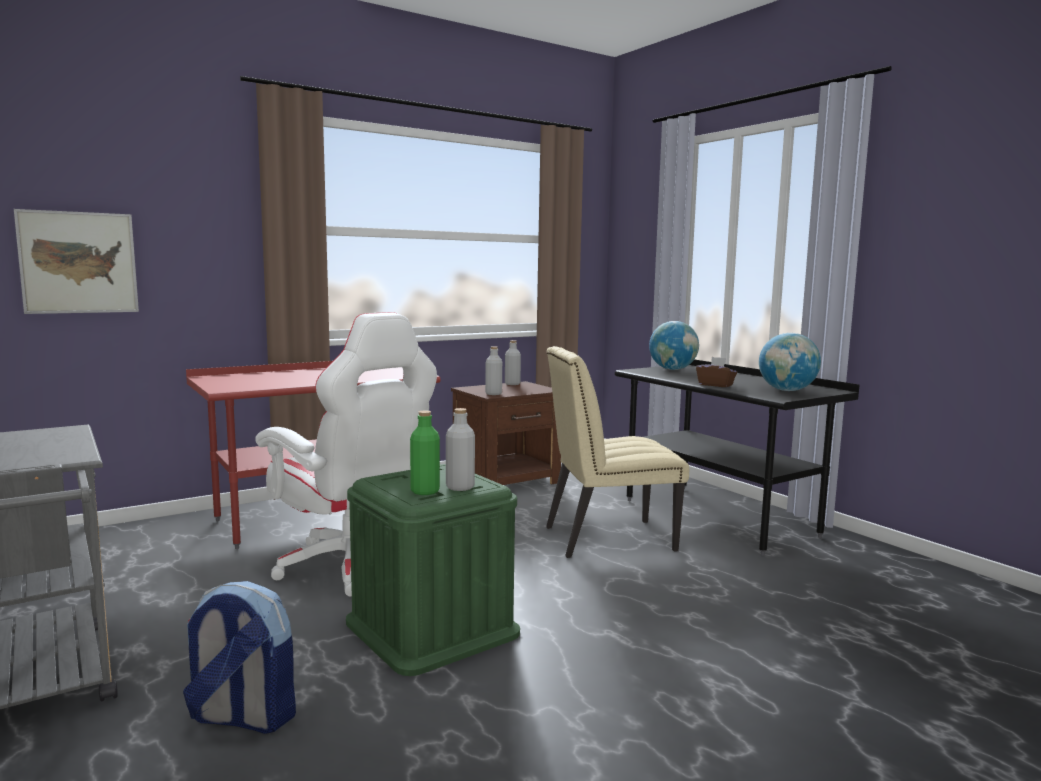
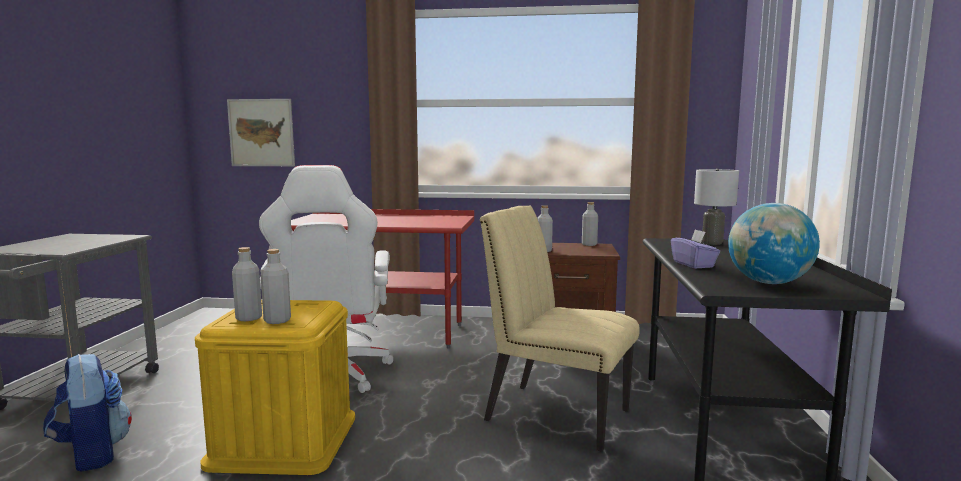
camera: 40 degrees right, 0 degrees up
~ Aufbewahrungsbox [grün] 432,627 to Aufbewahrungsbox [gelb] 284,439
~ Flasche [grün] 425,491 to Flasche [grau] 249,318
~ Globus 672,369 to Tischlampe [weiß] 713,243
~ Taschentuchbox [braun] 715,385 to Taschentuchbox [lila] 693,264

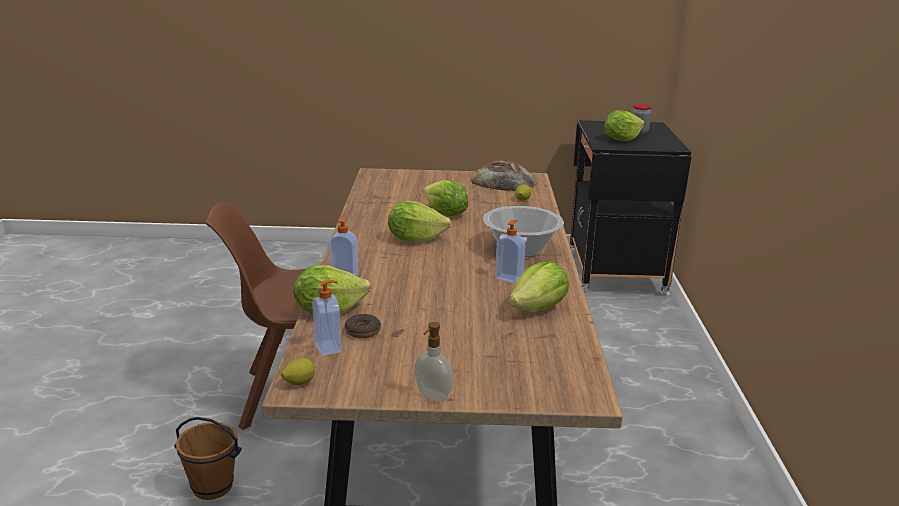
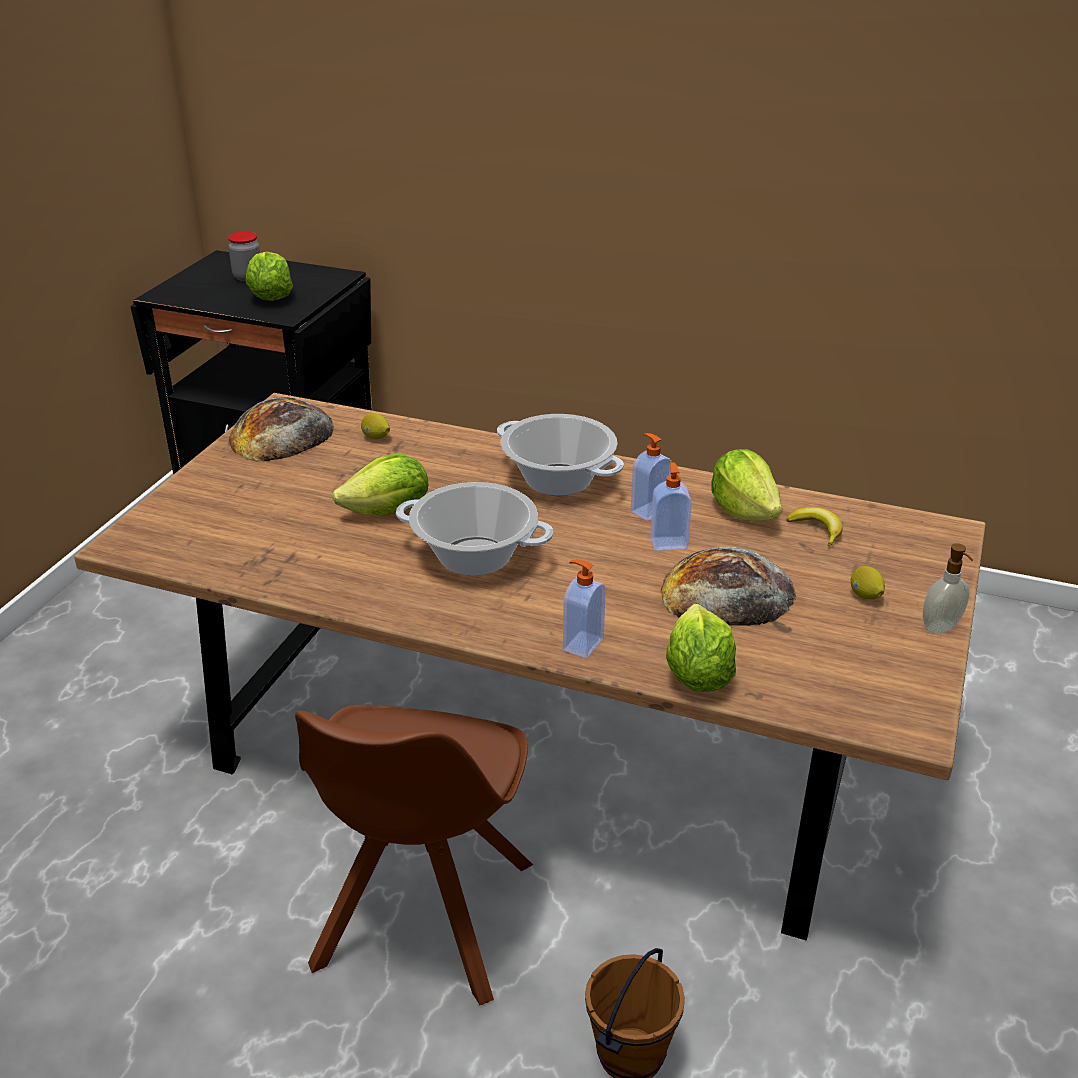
camera: 70 degrees left, 10 degrees up
~ Zitrone 299,383 to 865,596
~ Seifenspender 328,347 to 668,543
- Donut 363,331
~ Salatkopf 415,239 to Kochtopf 474,557
+ Brot 727,592
+ Banane 817,530

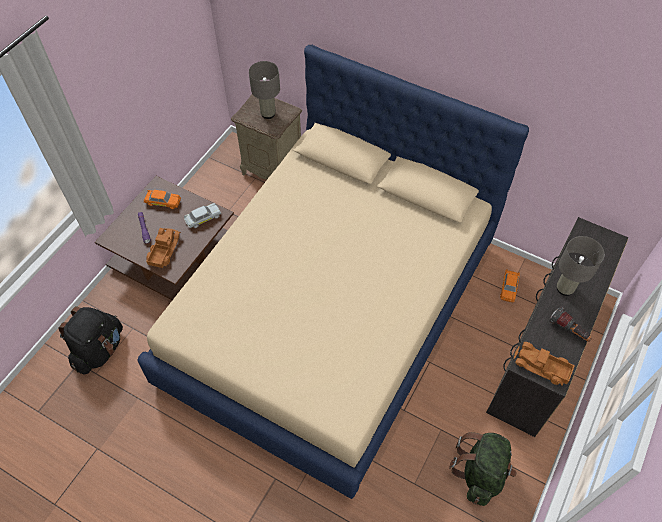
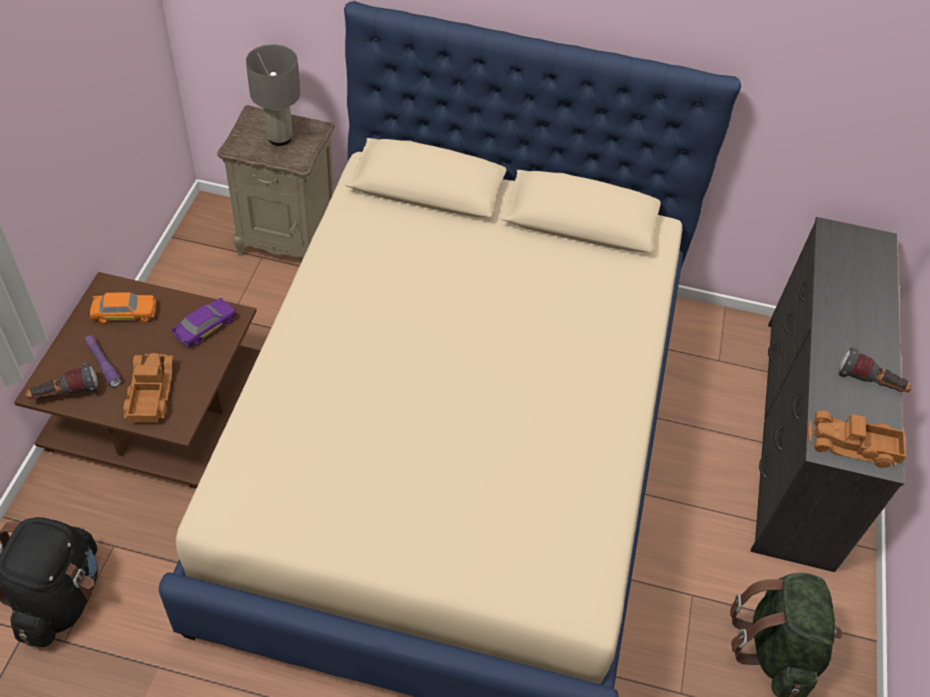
camera: 20 degrees left, 5 degrees down
~ Spielzeugauto [weiß] 203,218 to Spielzeugauto [lila] 205,327
- Spielzeugauto [orange] 509,288
- Tischlampe [grau] 565,289
+ Taschenlampe 65,394

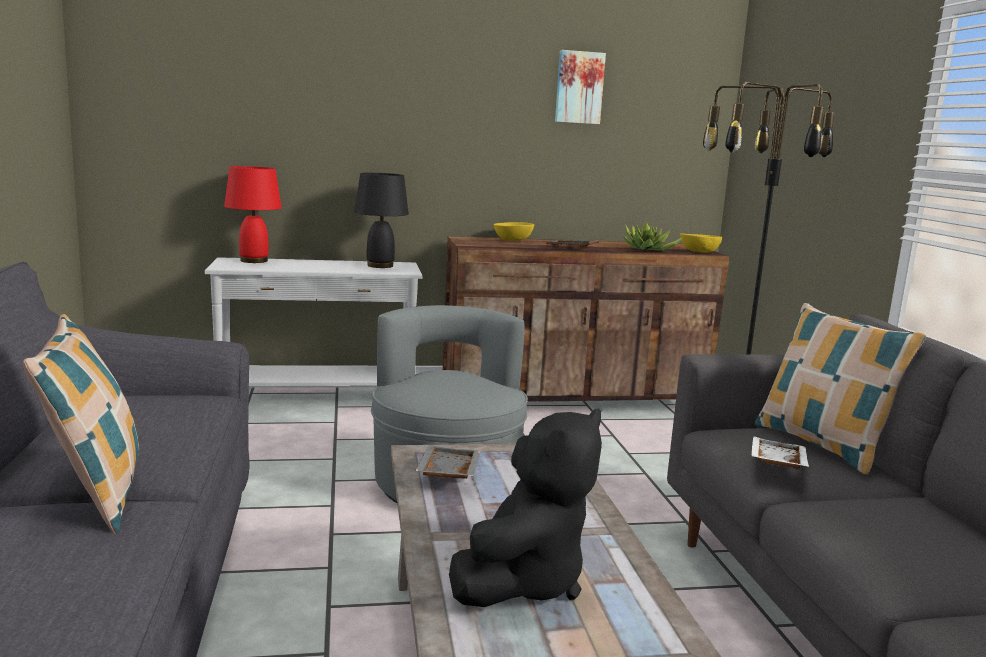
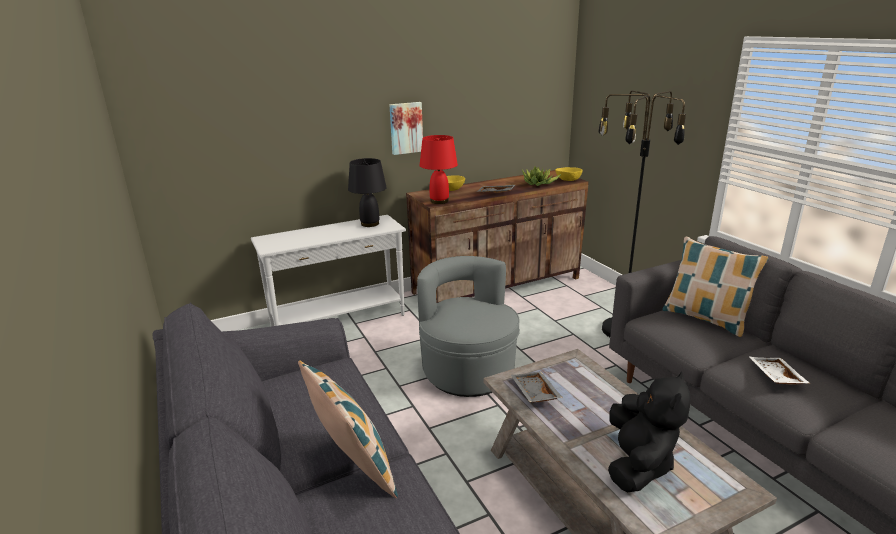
camera: 15 degrees left, 10 degrees up
~ Tischlampe [rot] 254,261 to 439,201
~ Bild 579,87 to 405,128
~ Tablett [weiß] 775,463 to 774,376

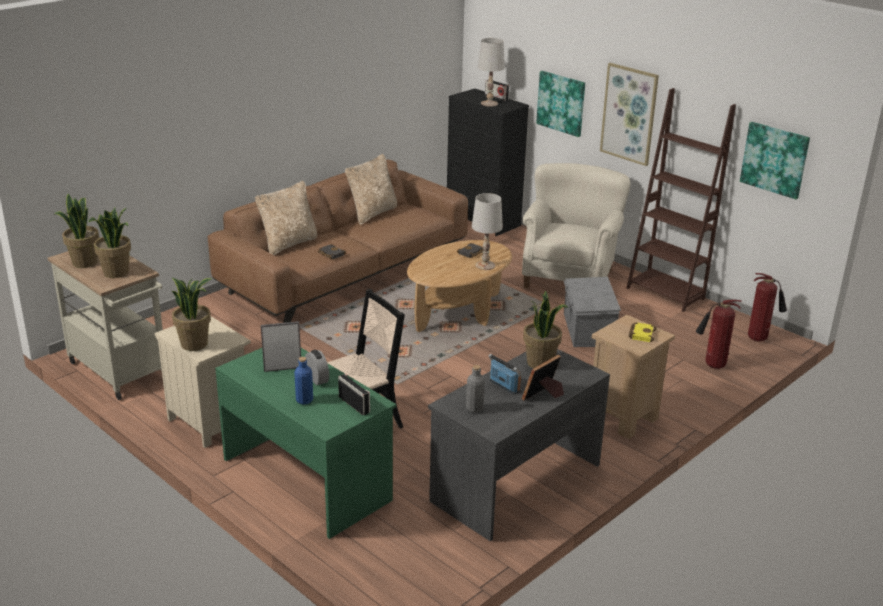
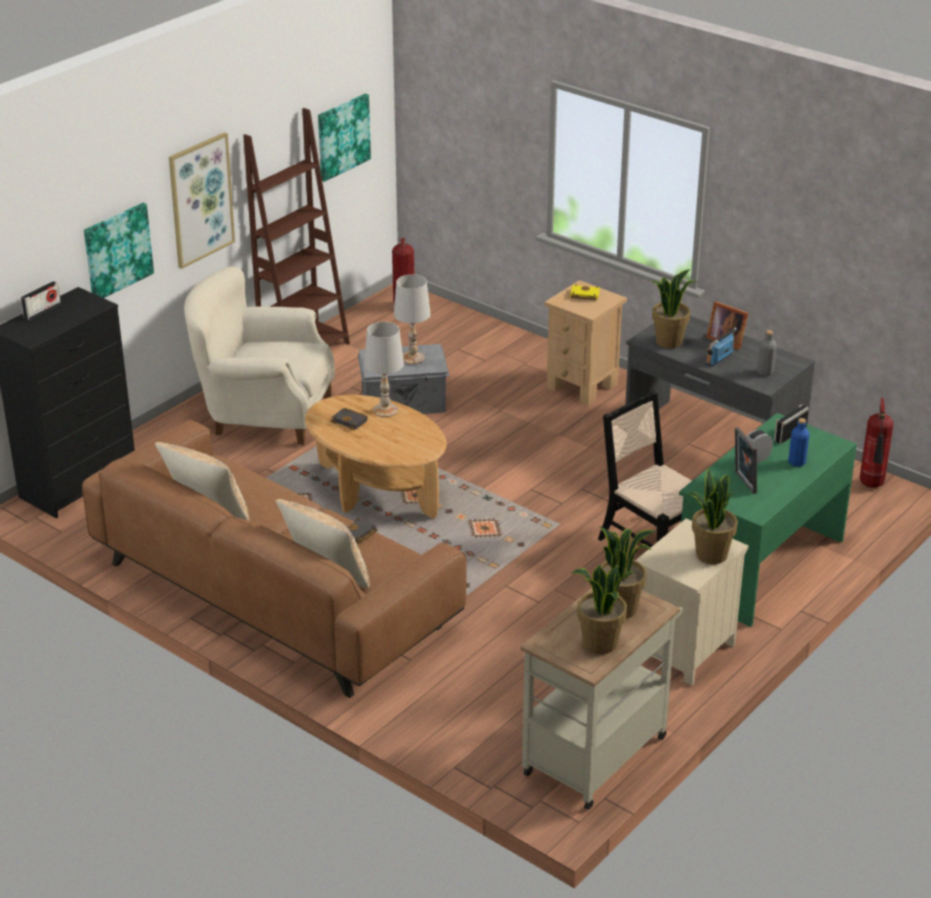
camera: 95 degrees left, 5 degrees up
~ Tischlampe [weiß] 489,103 to 413,358
~ Feuerlöscher 712,365 to 872,486

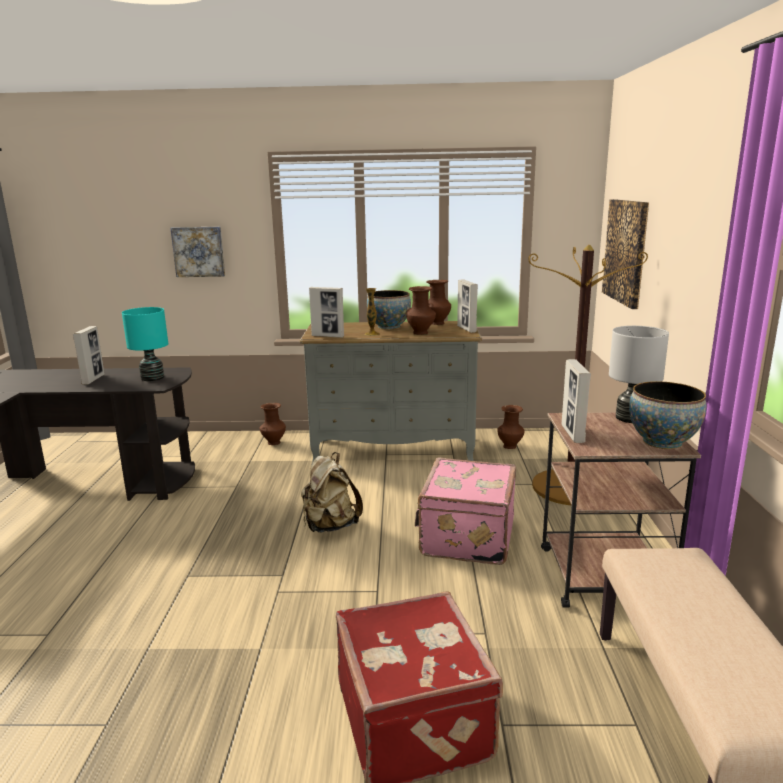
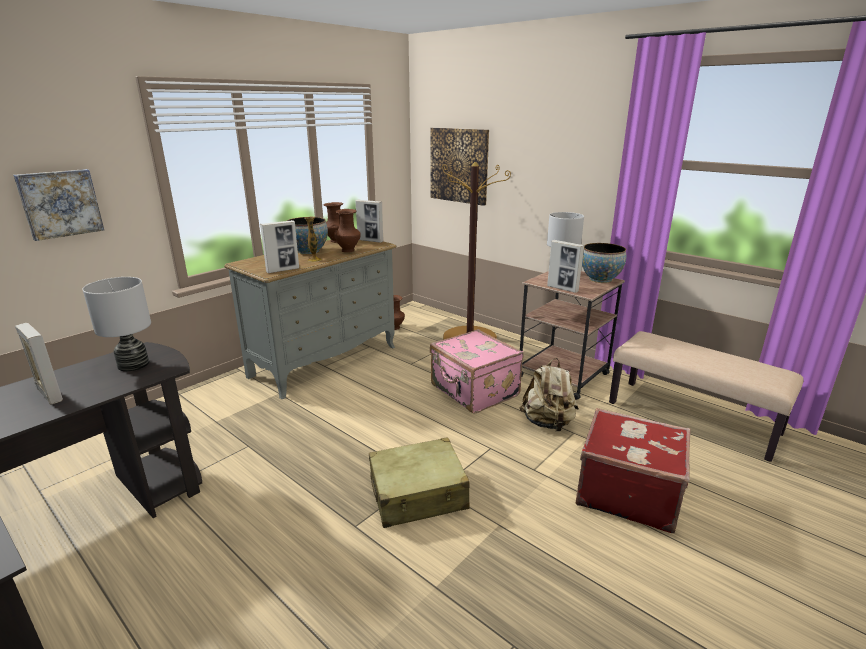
camera: 50 degrees left, 5 degrees up
~ Tischlampe [türkis] 152,378 to Tischlampe [grau] 133,365
- Vase [braun] 273,443
~ Rucksack [beige] 330,526 to 548,423
+ Koffer [beige] 418,494

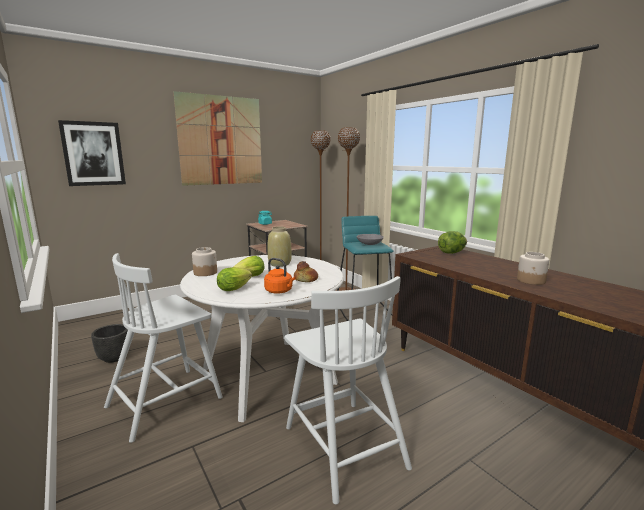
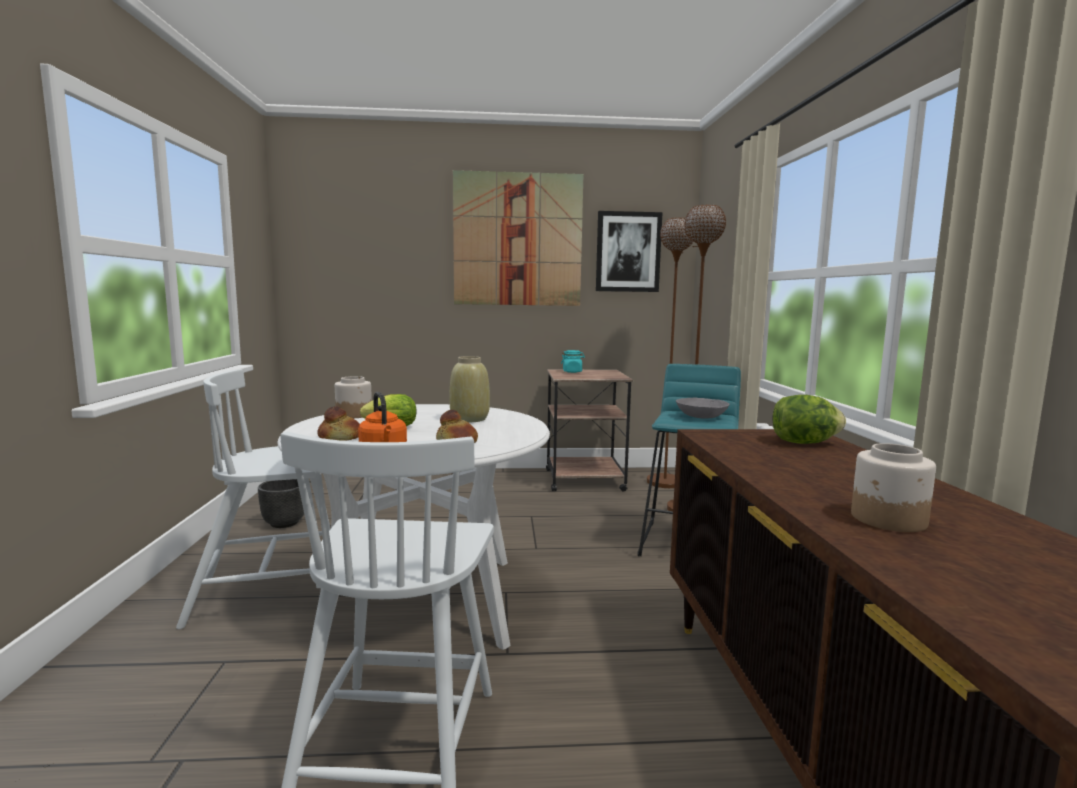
camera: 30 degrees right, 5 degrees down
~ Bild 93,154 to 628,252
~ Salatkopf 236,288 to Brot 341,437

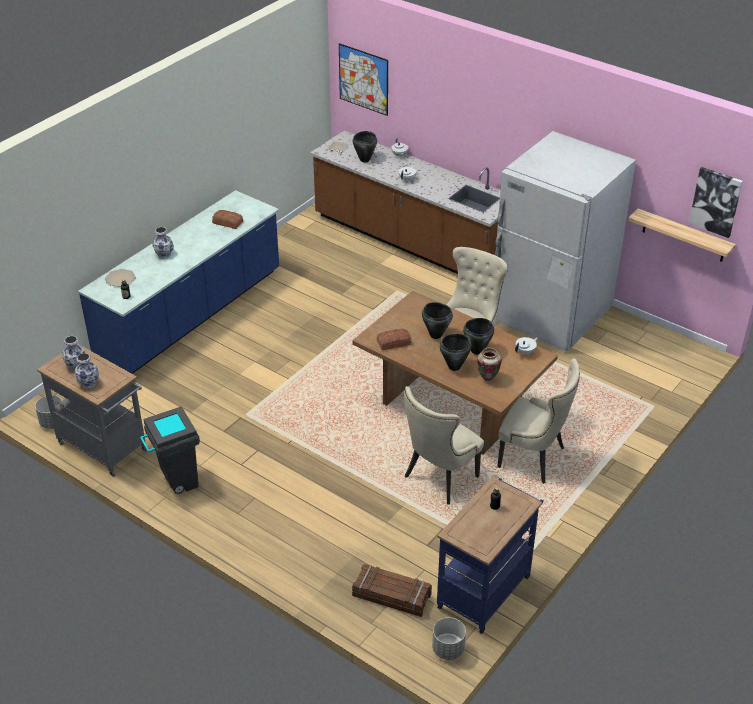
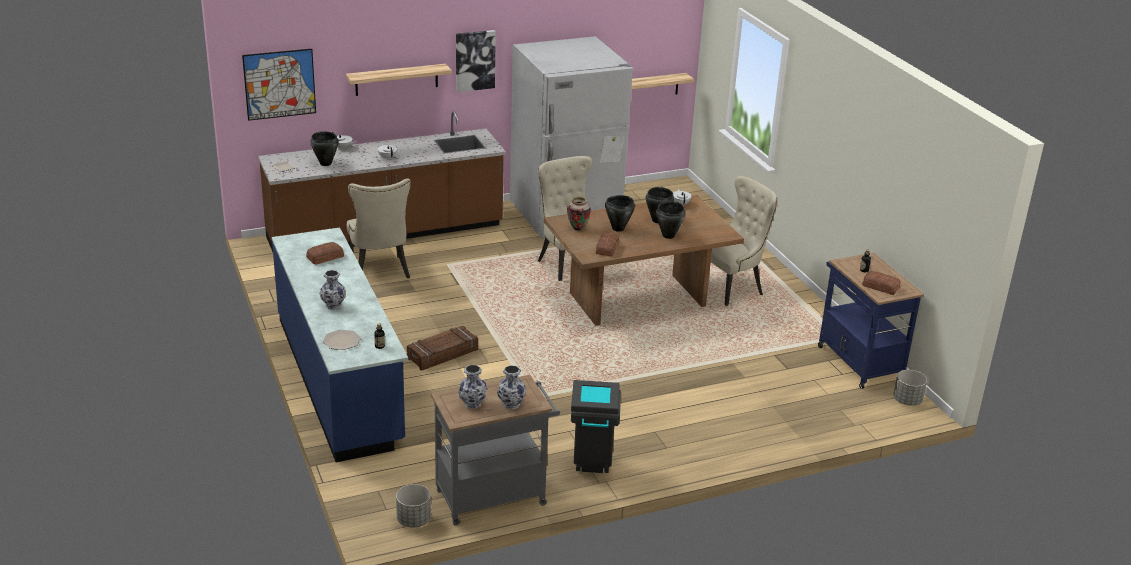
camera: 60 degrees left, 10 degrees down
~ Kiste 392,595 to 442,354
~ Stuhl [beige] 440,478 to 379,271
~ Vase 487,378 to 577,229
~ Bild 716,201 to 475,60
+ Wandregal 396,79
+ Brot 880,286

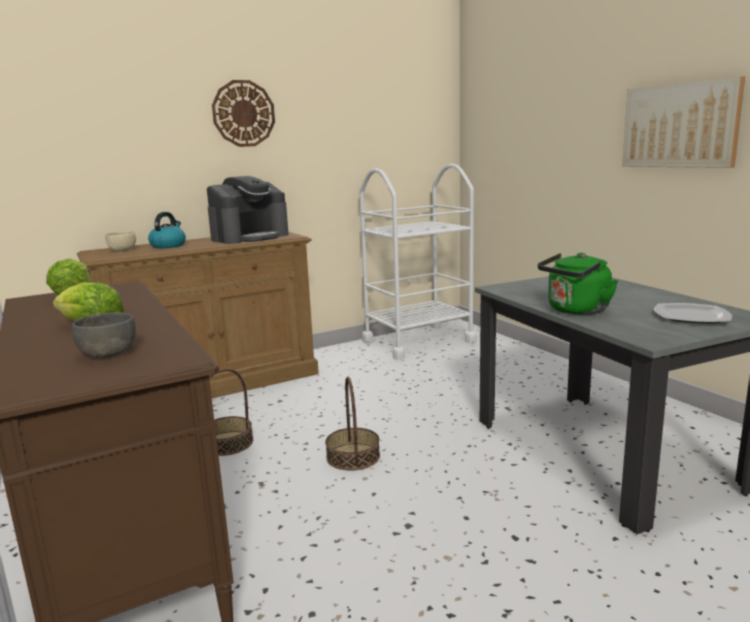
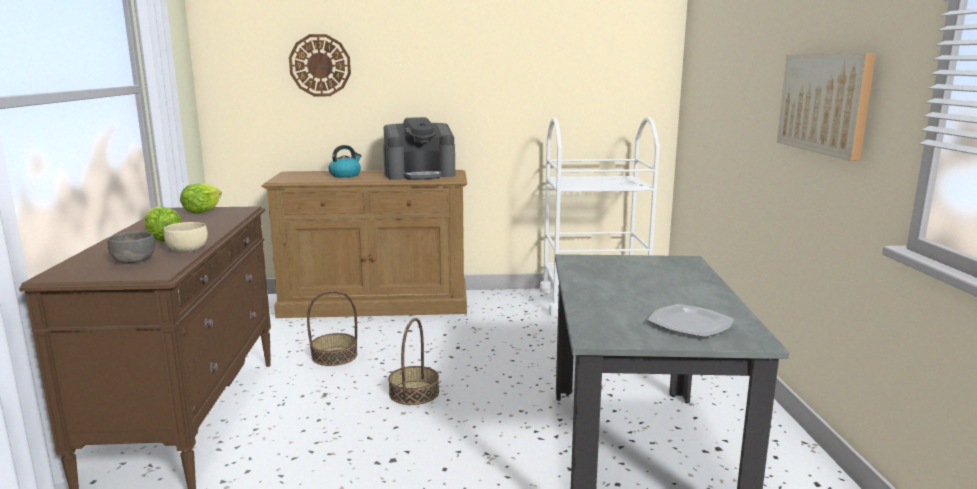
camera: 25 degrees right, 0 degrees up
~ Schüssel [beige] 123,250 to 188,250
~ Wanduhr 243,113 to 320,65
- Wasserkessel [grün] 575,310

